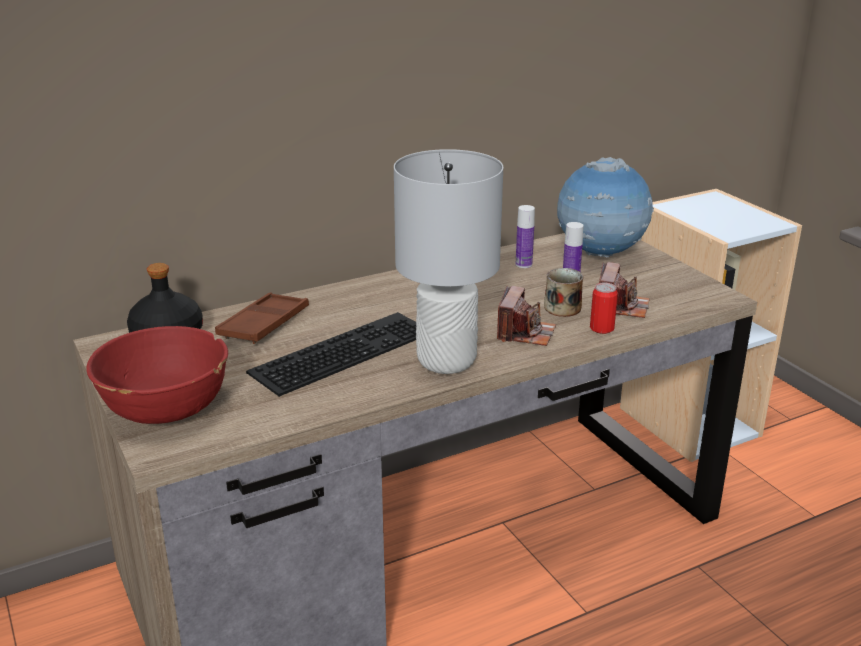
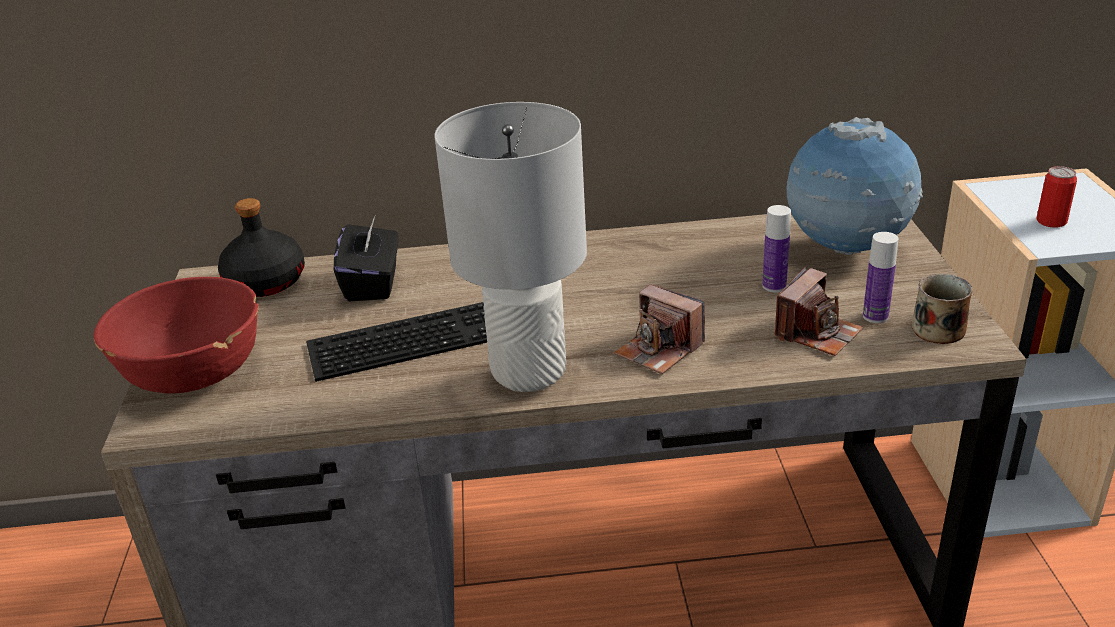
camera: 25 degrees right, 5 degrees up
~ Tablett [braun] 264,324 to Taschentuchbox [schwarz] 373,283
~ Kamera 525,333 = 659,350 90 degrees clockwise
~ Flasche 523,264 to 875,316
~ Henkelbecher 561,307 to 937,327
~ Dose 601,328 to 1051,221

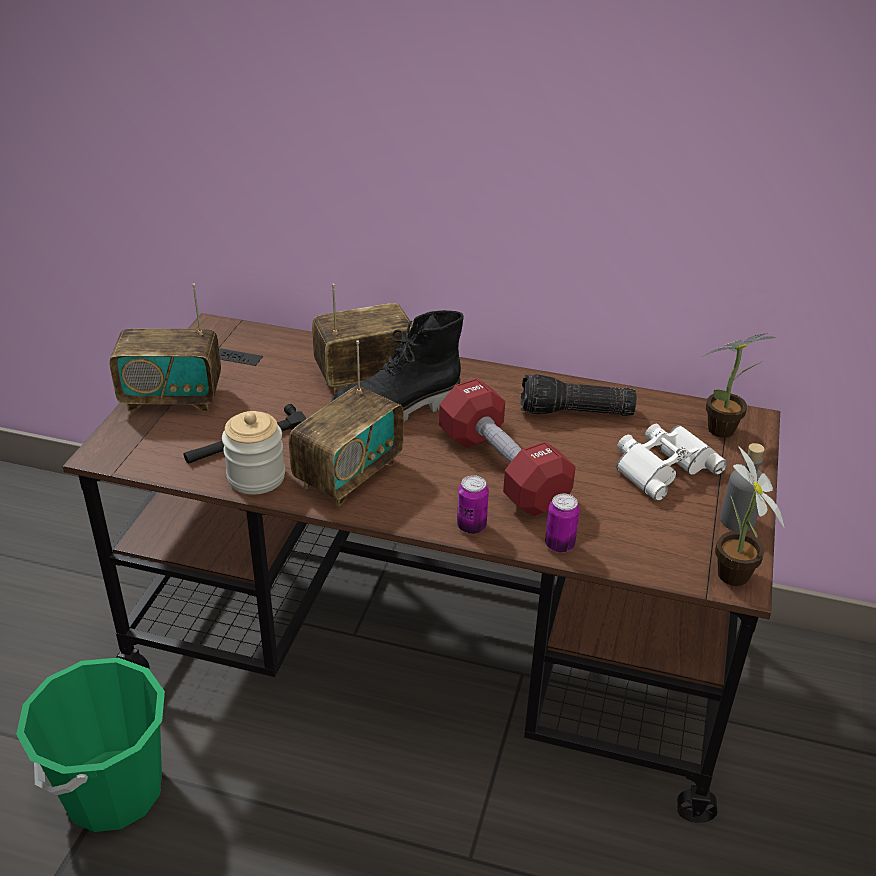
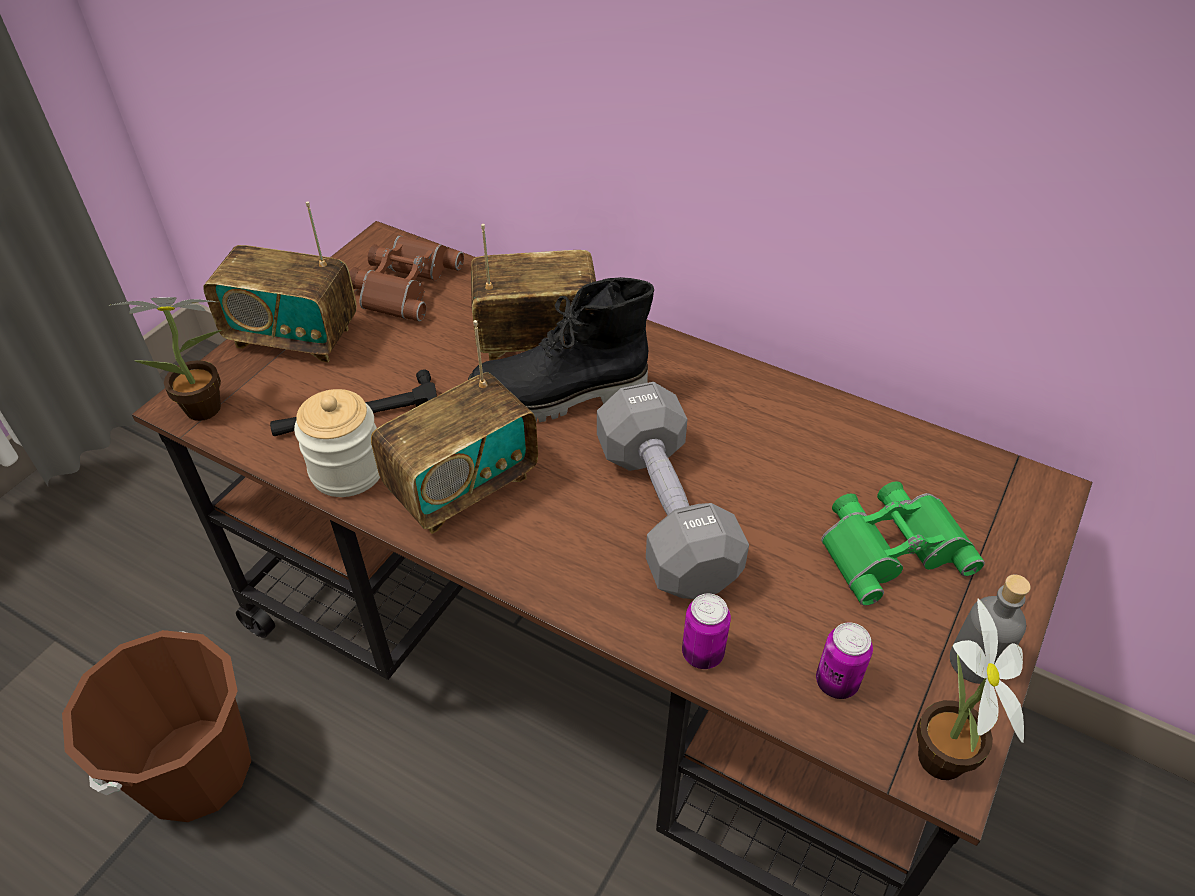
camera: 15 degrees right, 10 degrees up
~ Eimer [grün] 113,790 to Eimer [braun] 195,770
~ Hantel [rot] 502,469 to Hantel [grau] 665,513
~ Dose 471,526 to 836,682
- Taschenlampe 575,413
~ Fernglas [weiß] 662,465 to Fernglas [grün] 891,546
~ Topfpflanze 726,429 to 209,409
+ Fernglas [braun] 403,284

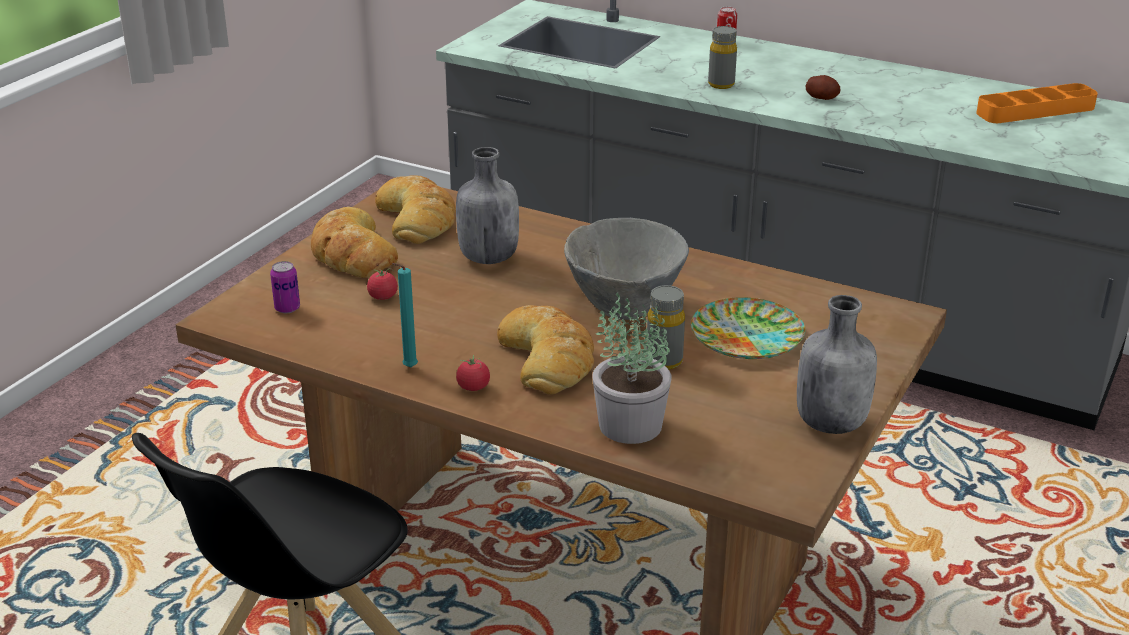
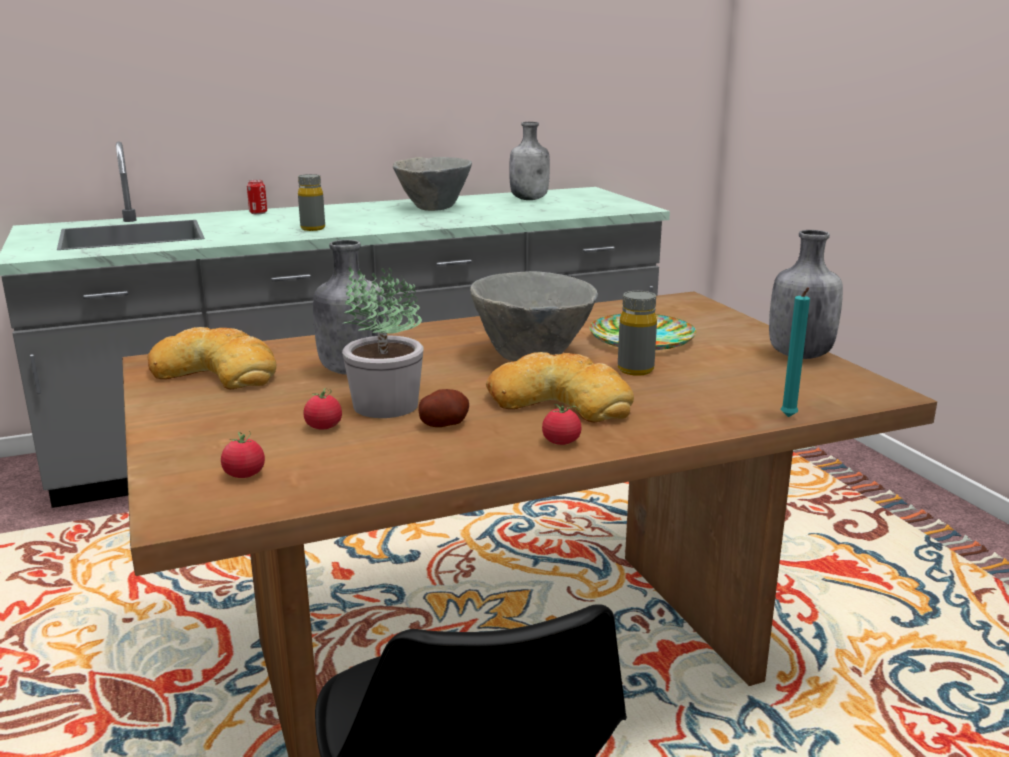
camera: 50 degrees left, 10 degrees down
~ Dose 287,308 to Tomate 244,475
- Brot 352,253
~ Kerze [türkis] 408,368 to 789,418
~ Topfpflanze 628,425 to 384,406
~ Kartoffel 822,98 to 444,424
~ Tablett [orange] 1035,110 to Flasche [grau] 530,199
+ Schüssel [grau] 433,208

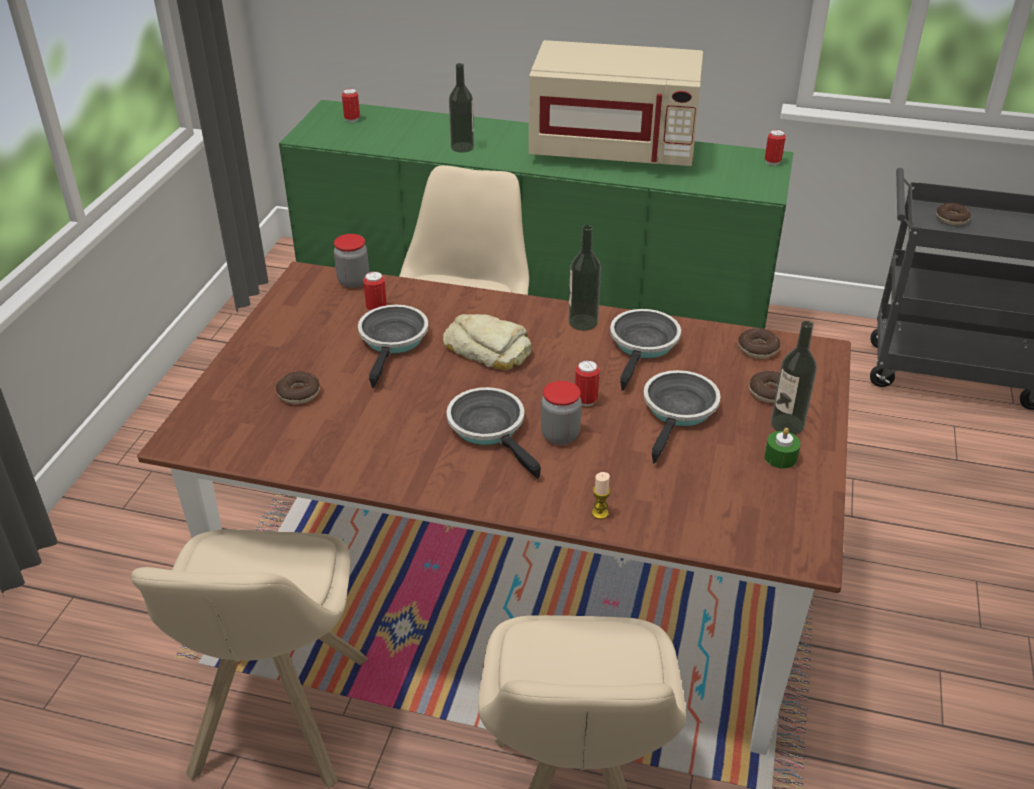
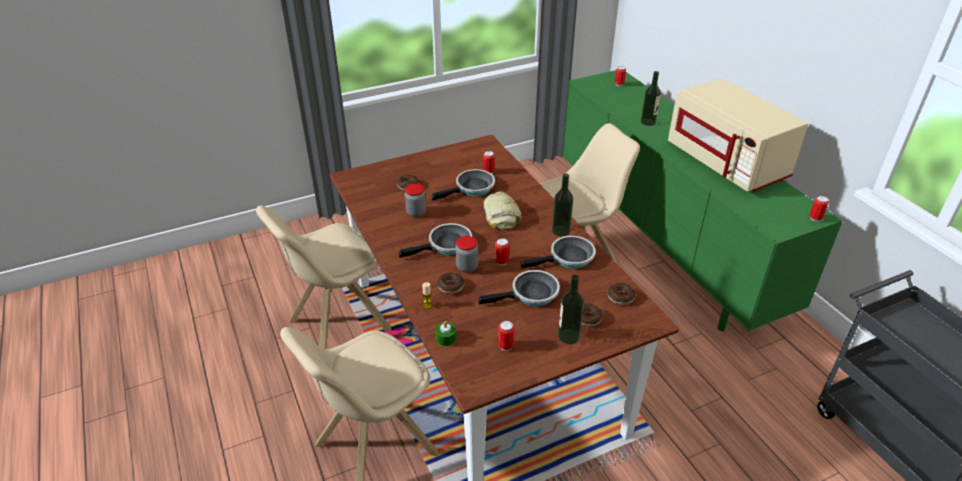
camera: 50 degrees right, 0 degrees up
~ Vorratsglas 353,281 to 416,212
~ Pfanne 490,429 = 446,245 45 degrees clockwise
~ Kerze [grün] 780,457 to 446,338
~ Donut 951,219 to 450,286
+ Dose 505,346

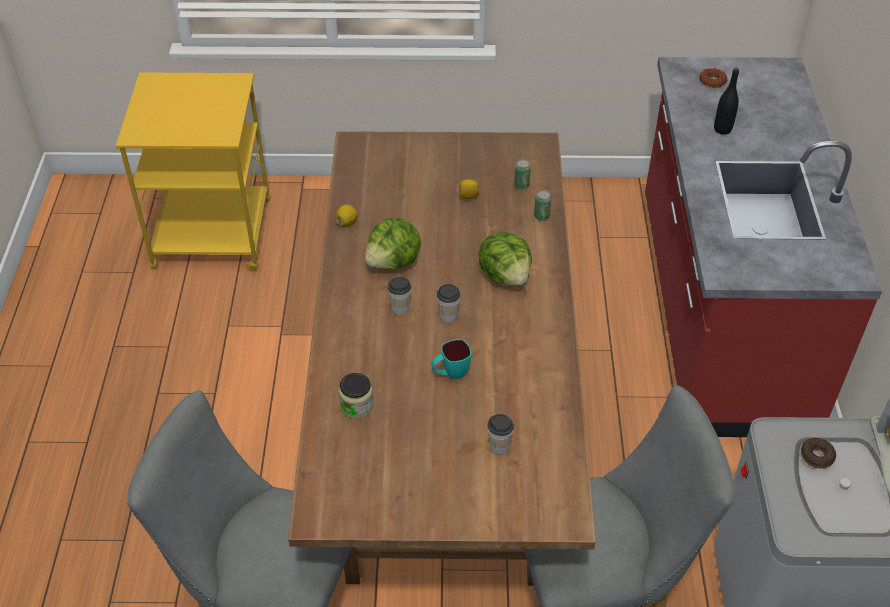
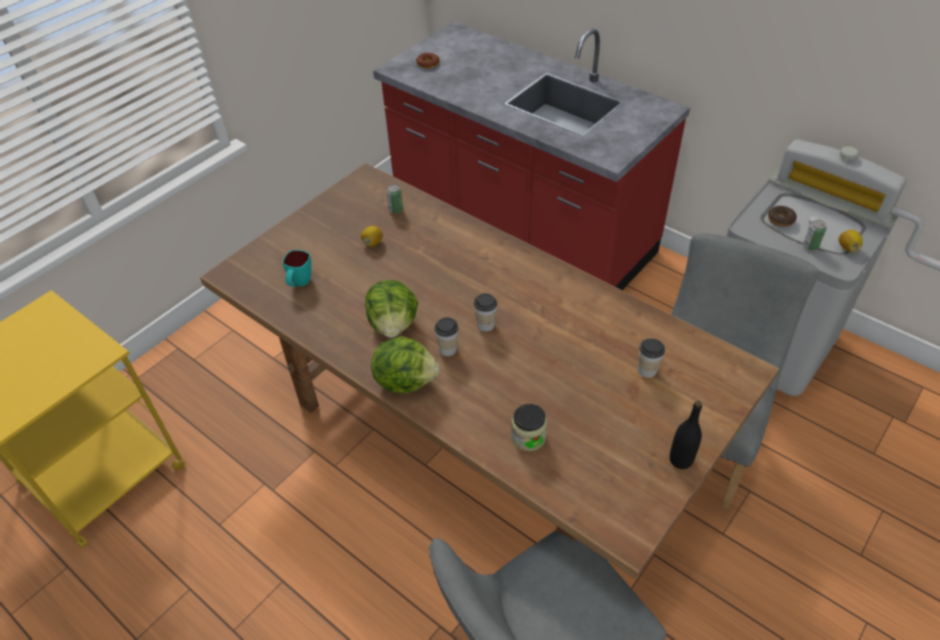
camera: 50 degrees left, 0 degrees up
~ Zitrone 347,222 to 847,248
~ Henkelbecher [türkis] 450,374 to 299,284
~ Salatkopf 505,275 to 405,380
~ Dose 541,216 to 810,246
~ Flasche [schwarz] 722,129 to 680,460

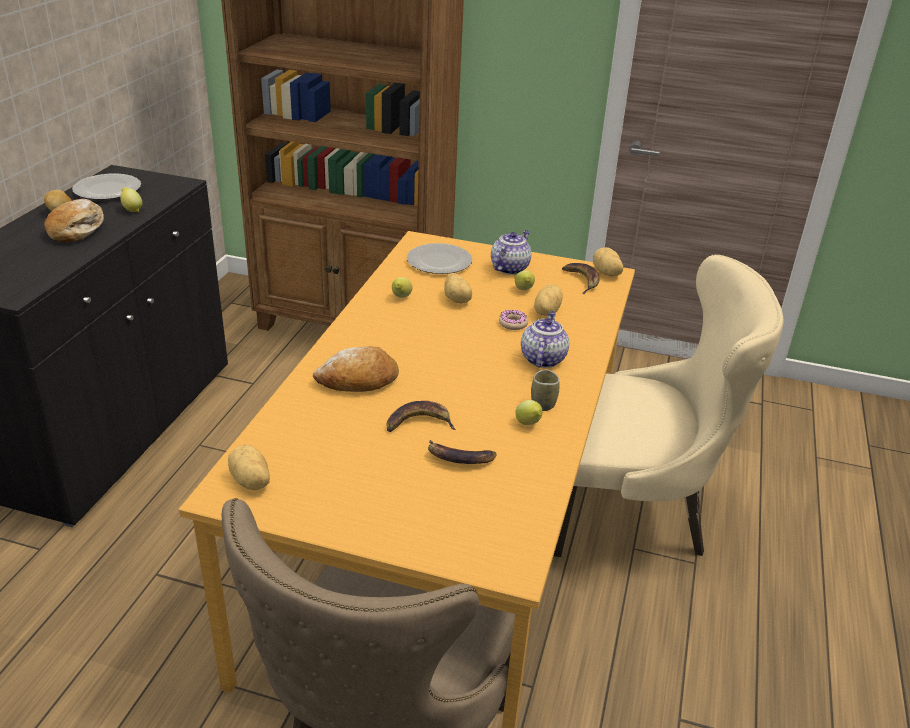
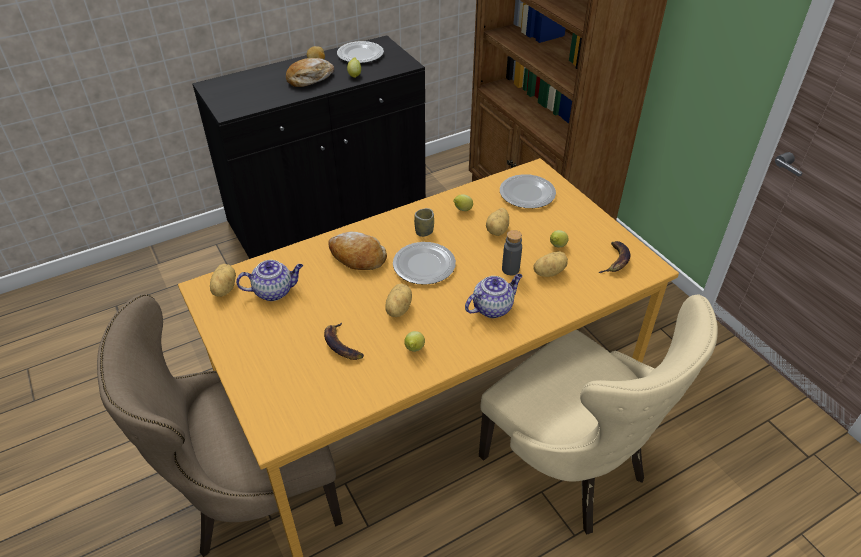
camera: 45 degrees right, 10 degrees up
- Banane 419,423
~ Teekanne 509,268 to 274,291
~ Donut 513,324 to Flasche [grau] 510,269
~ Tasse 543,404 to 424,232
~ Kartoffel 606,273 to 397,309
+ Teller 423,264

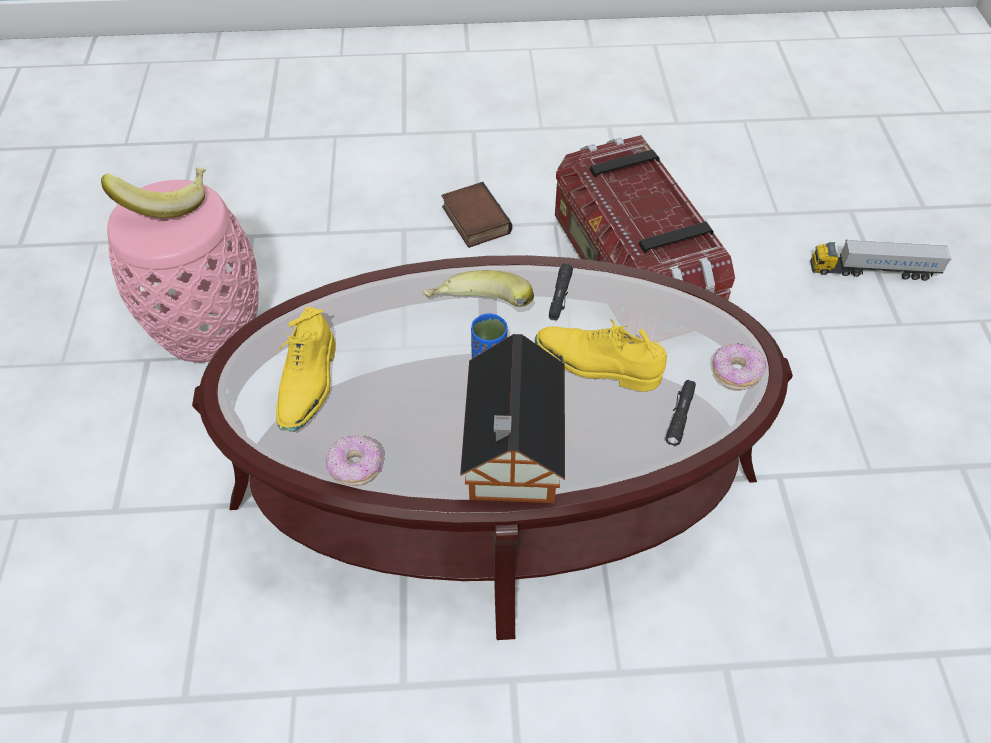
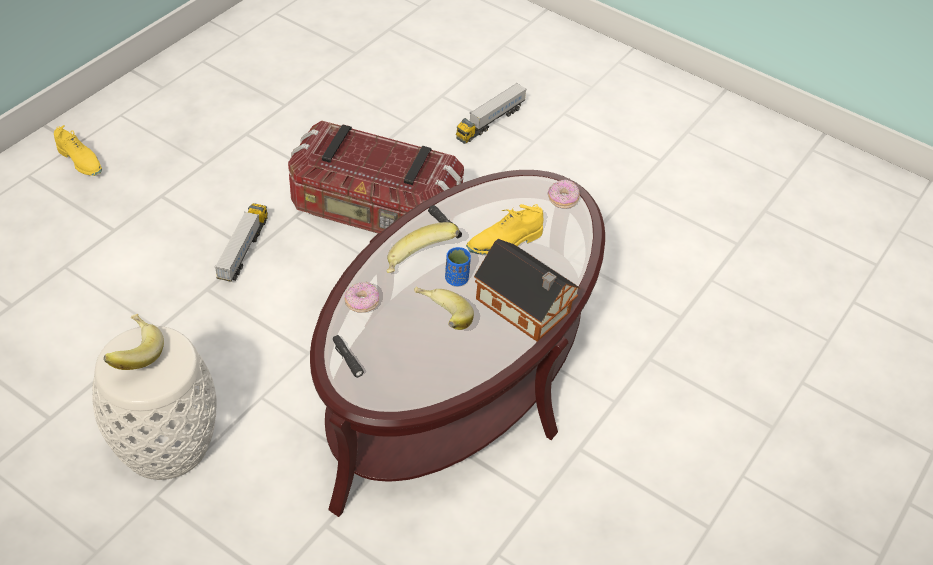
camera: 55 degrees left, 5 degrees down
~ Hocker [rosa] 209,326 to Hocker [weiß] 166,444
~ Schuh [gelb] 308,384 to 81,161
~ Donut 355,467 to 362,303
~ Buch 473,220 to Spielzeuglaster 243,250
~ Taschenlampe [schwarz] 680,415 to 347,359
+ Banane 439,320

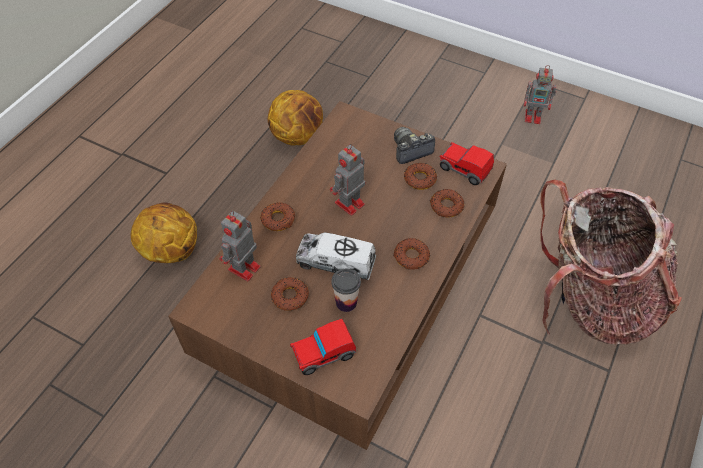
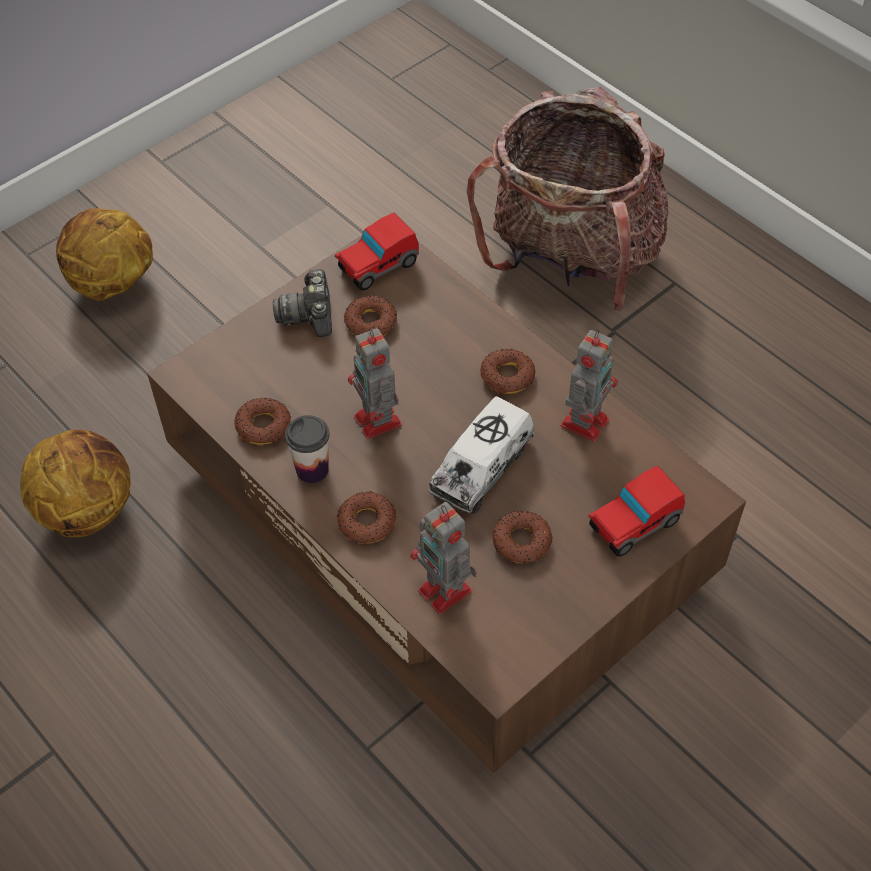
camera: 70 degrees left, 0 degrees up
~ Basketball 170,251 to 112,284
~ Spielzeugauto 323,354 = 633,524 60 degrees clockwise
~ Tasse 346,302 to 312,470
~ Donut 446,206 to 263,426
~ Spielzeugroboter 534,117 to 586,420

